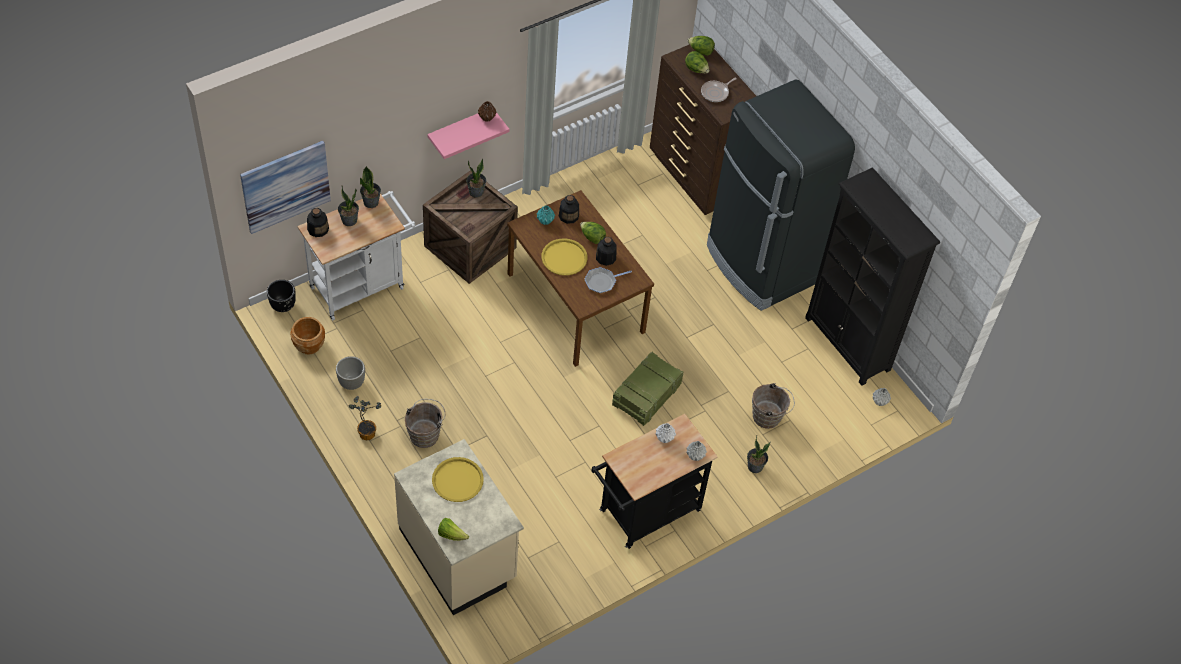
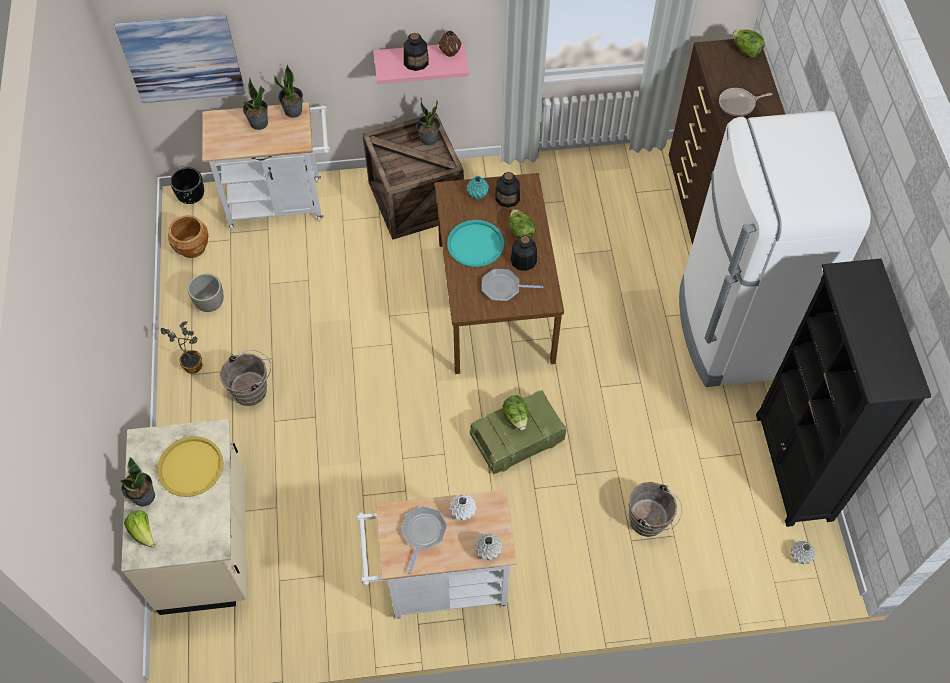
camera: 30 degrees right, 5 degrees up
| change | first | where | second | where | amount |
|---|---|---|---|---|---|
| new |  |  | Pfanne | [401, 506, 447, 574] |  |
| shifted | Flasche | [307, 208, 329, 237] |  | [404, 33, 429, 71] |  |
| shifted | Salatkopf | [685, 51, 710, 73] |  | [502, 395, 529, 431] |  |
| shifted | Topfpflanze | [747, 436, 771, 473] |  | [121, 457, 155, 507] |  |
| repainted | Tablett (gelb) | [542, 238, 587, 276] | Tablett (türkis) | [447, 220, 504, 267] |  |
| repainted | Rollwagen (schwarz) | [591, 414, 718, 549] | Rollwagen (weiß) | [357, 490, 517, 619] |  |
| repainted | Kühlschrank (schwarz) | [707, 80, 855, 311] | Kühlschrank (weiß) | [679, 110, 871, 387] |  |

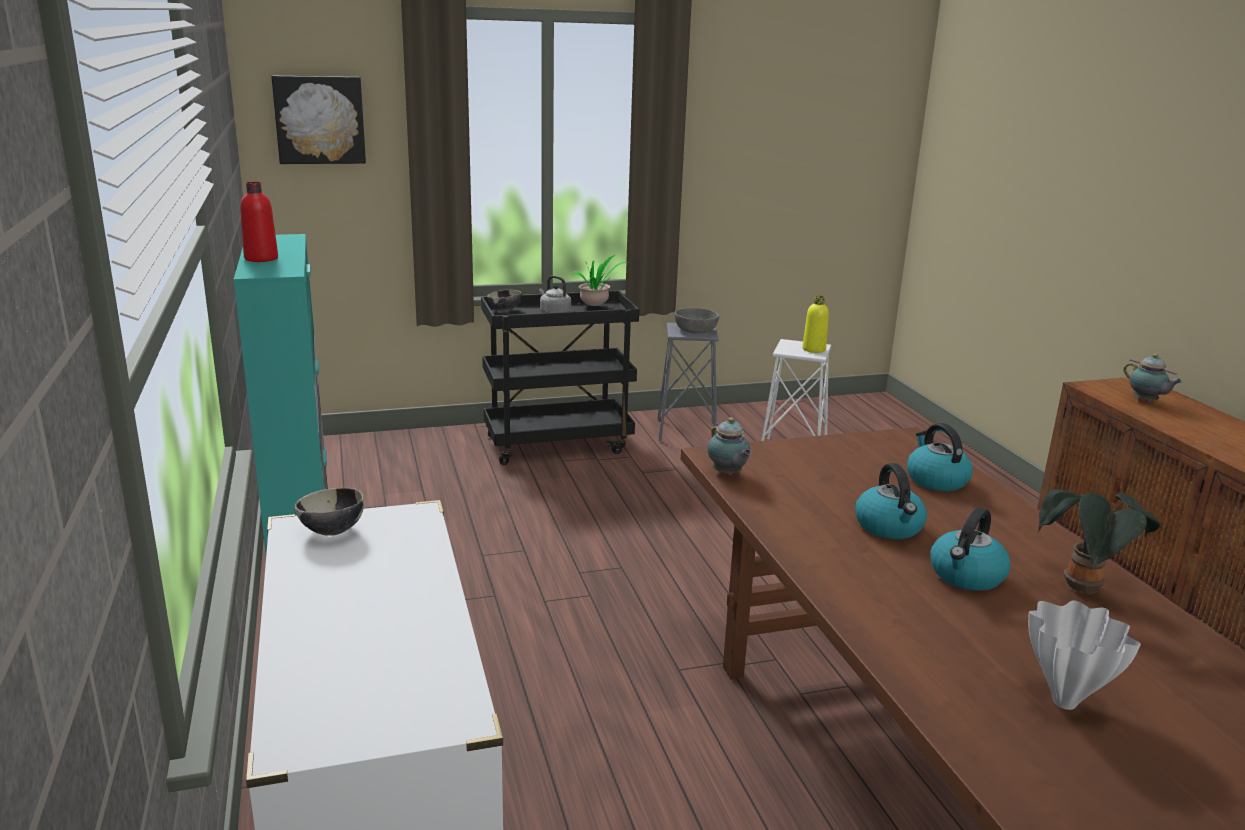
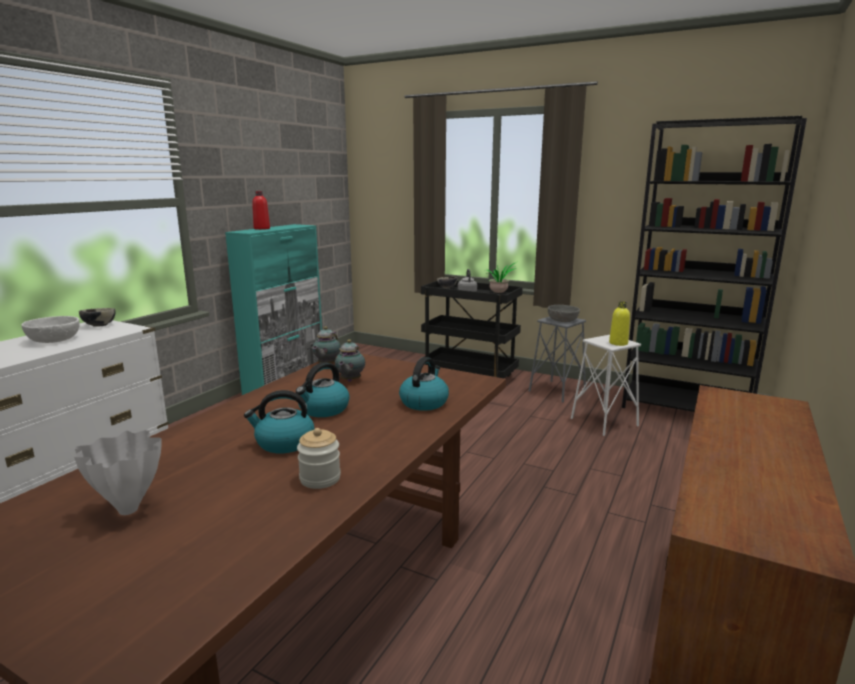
camera: 45 degrees right, 5 degrees down
| change | first | where | second | where | amount |
|---|---|---|---|---|---|
| gone | Bild | [272, 76, 366, 164] |  |  |  |
| new |  |  | Schüssel (weiß) | [21, 316, 80, 343] |  |
| new |  |  | Bücherregal (schwarz) | [622, 116, 807, 412] |  |
| shifted | Teekanne | [1123, 354, 1182, 403] |  | [335, 339, 365, 382] |  |
| swapped | Topfpflanze | [1038, 489, 1160, 594] | Vorratsglas | [297, 428, 341, 489] |  |

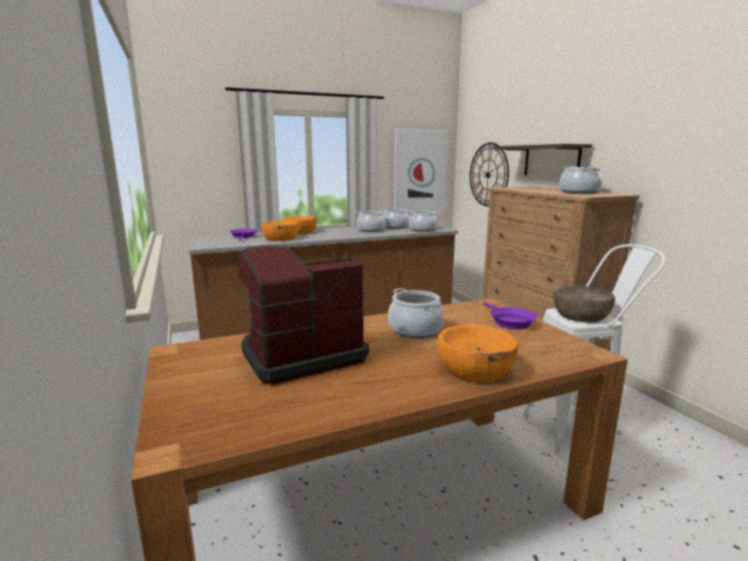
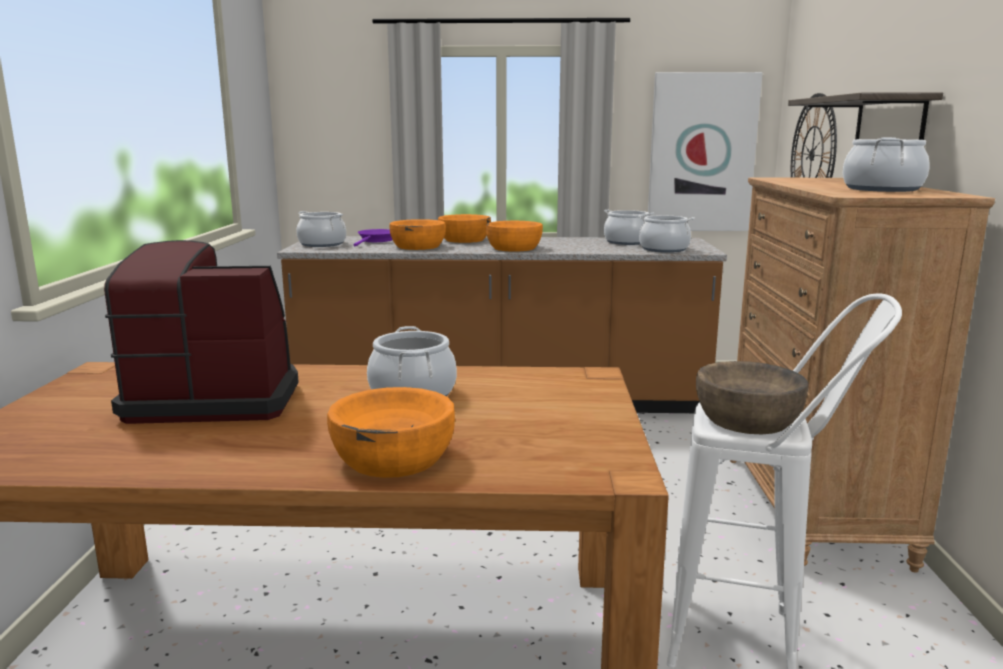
camera: 25 degrees right, 0 degrees up
| change | first | where | second | where | amount |
|---|---|---|---|---|---|
| gone | Pfanne (lila) | [483, 302, 537, 330] |  |  |  |
| new |  |  | Schüssel (orange) | [486, 221, 543, 252] |  |
| shifted | Kochtopf | [355, 211, 387, 232] |  | [296, 211, 346, 247] |  |

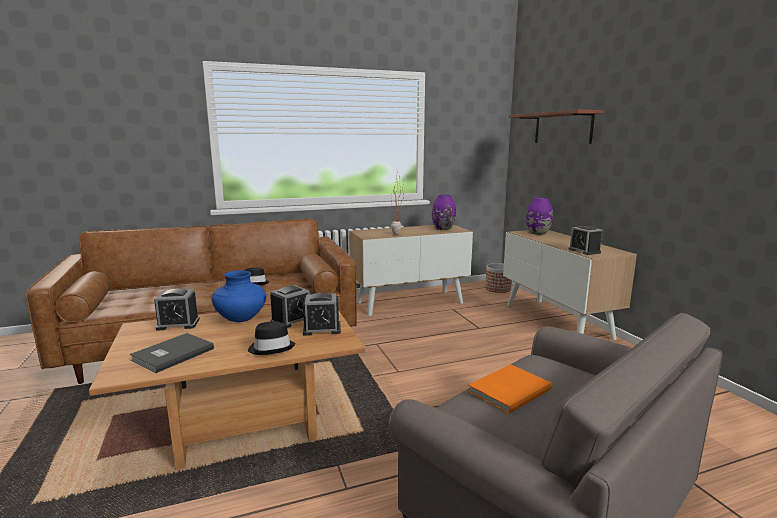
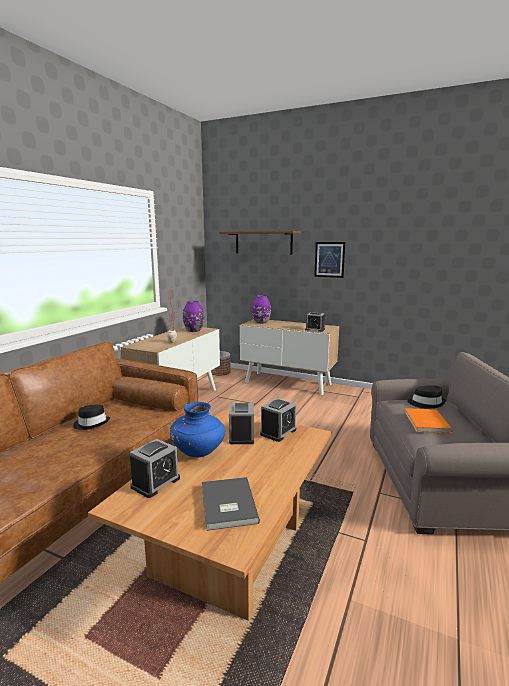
camera: 45 degrees left, 0 degrees up
| change | first | where | second | where | amount |
|---|---|---|---|---|---|
| new |  |  | Bild | [314, 242, 346, 278] |  |
| shifted | Hut (schwarz) | [248, 321, 296, 355] |  | [407, 385, 446, 408] |  |

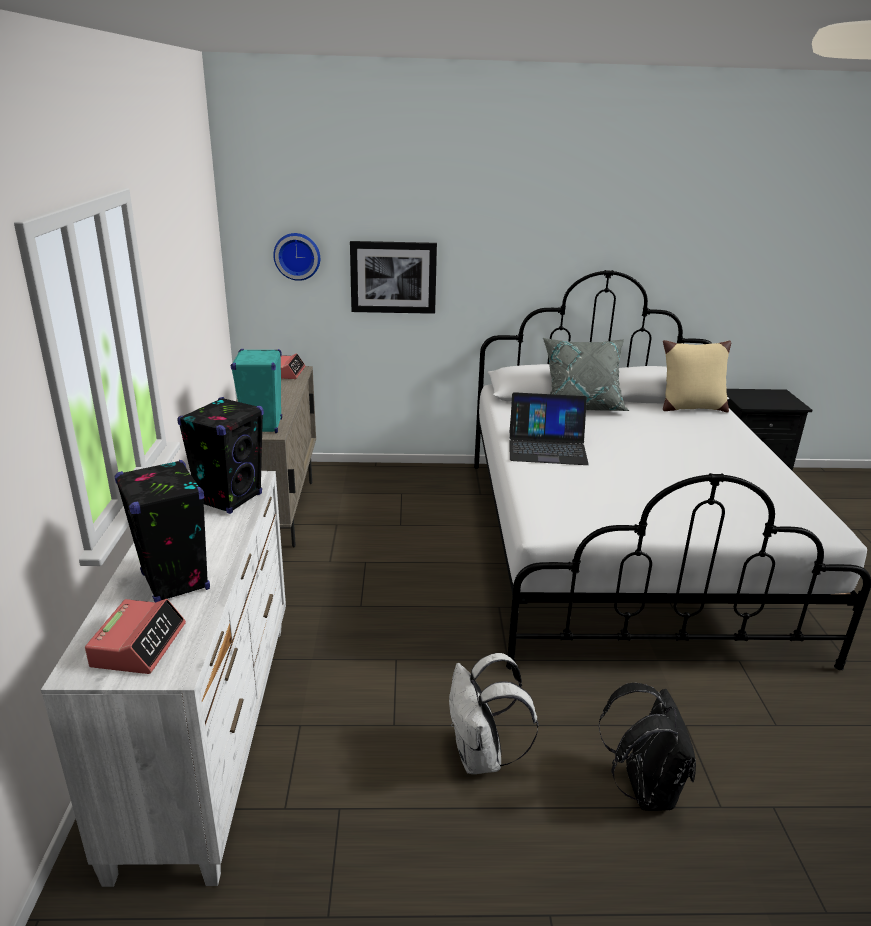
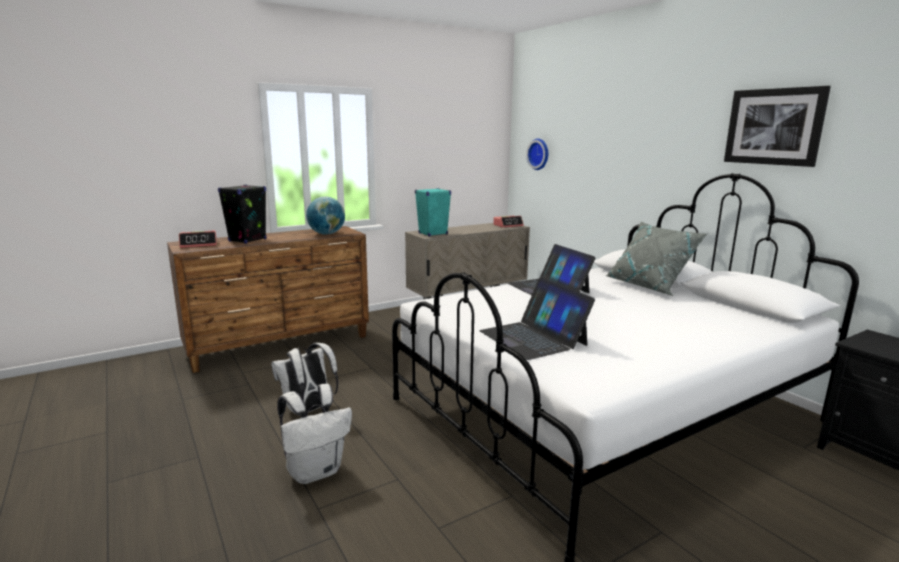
camera: 60 degrees right, 10 degrees down
| change | first | where | second | where | amount |
|---|---|---|---|---|---|
| gone | Kissen (beige) | [663, 340, 731, 412] |  |  |  |
| new |  |  | Laptop | [479, 277, 595, 360] |  |
| shifted | Bild | [350, 241, 437, 314] |  | [724, 86, 831, 167] |  |
| swapped | Lautsprecher (schwarz) | [177, 397, 264, 514] | Globus | [306, 196, 345, 235] |  |
| repainted | Kommode (weiß) | [41, 470, 286, 887] | Kommode (braun) | [167, 226, 369, 373] |  |
| repainted | Rucksack (schwarz) | [598, 683, 696, 811] | Rucksack (weiß) | [277, 384, 352, 484] |  |

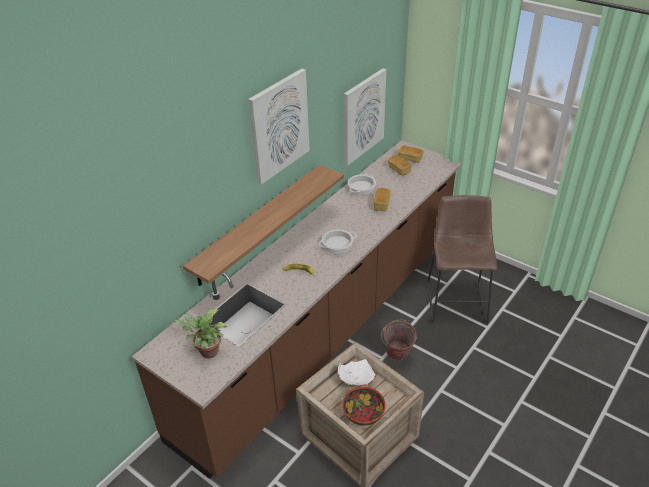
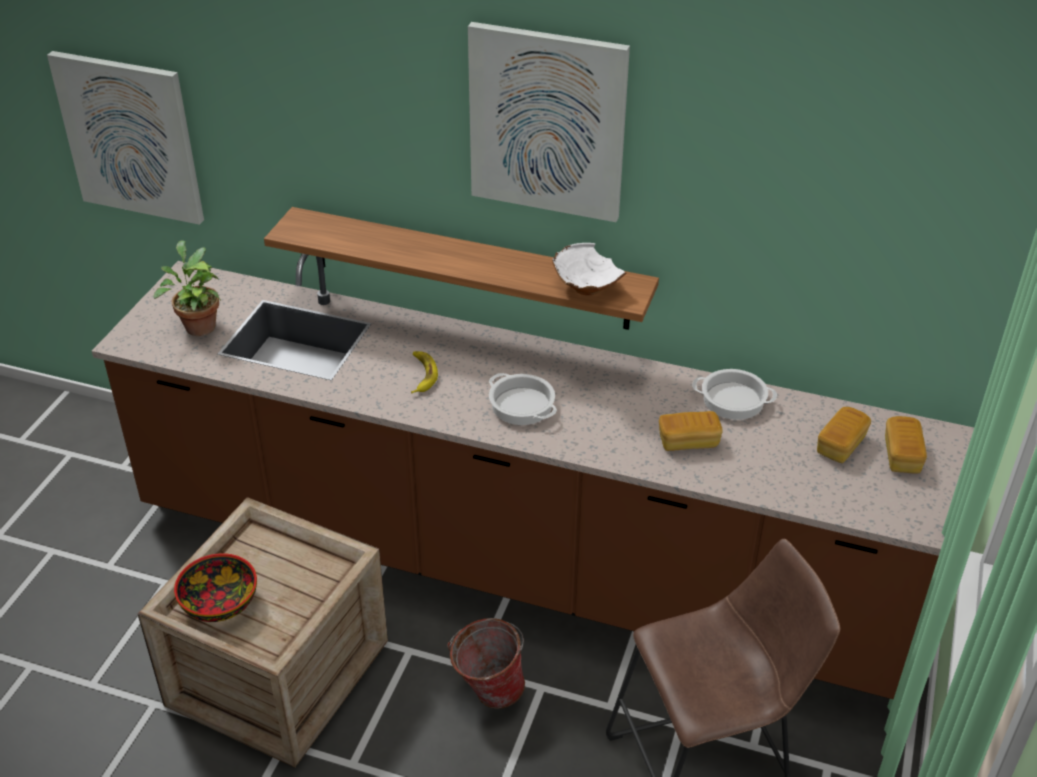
camera: 70 degrees right, 0 degrees up
| change | first | where | second | where | amount |
|---|---|---|---|---|---|
| shifted | Schüssel (weiß) | [338, 359, 377, 386] |  | [552, 243, 626, 295] |  |
| shifted | Bild | [344, 68, 387, 166] |  | [47, 51, 204, 225] |  |

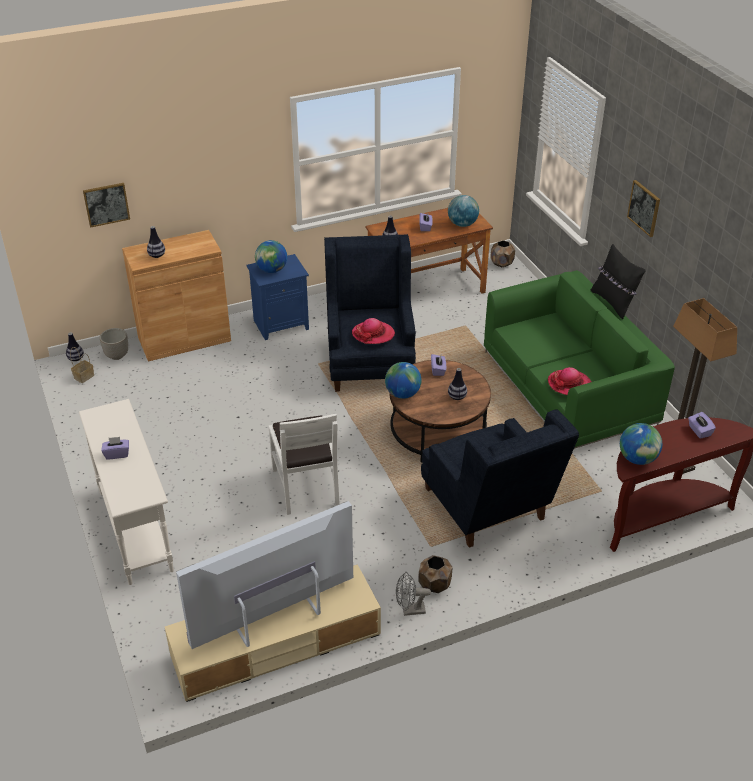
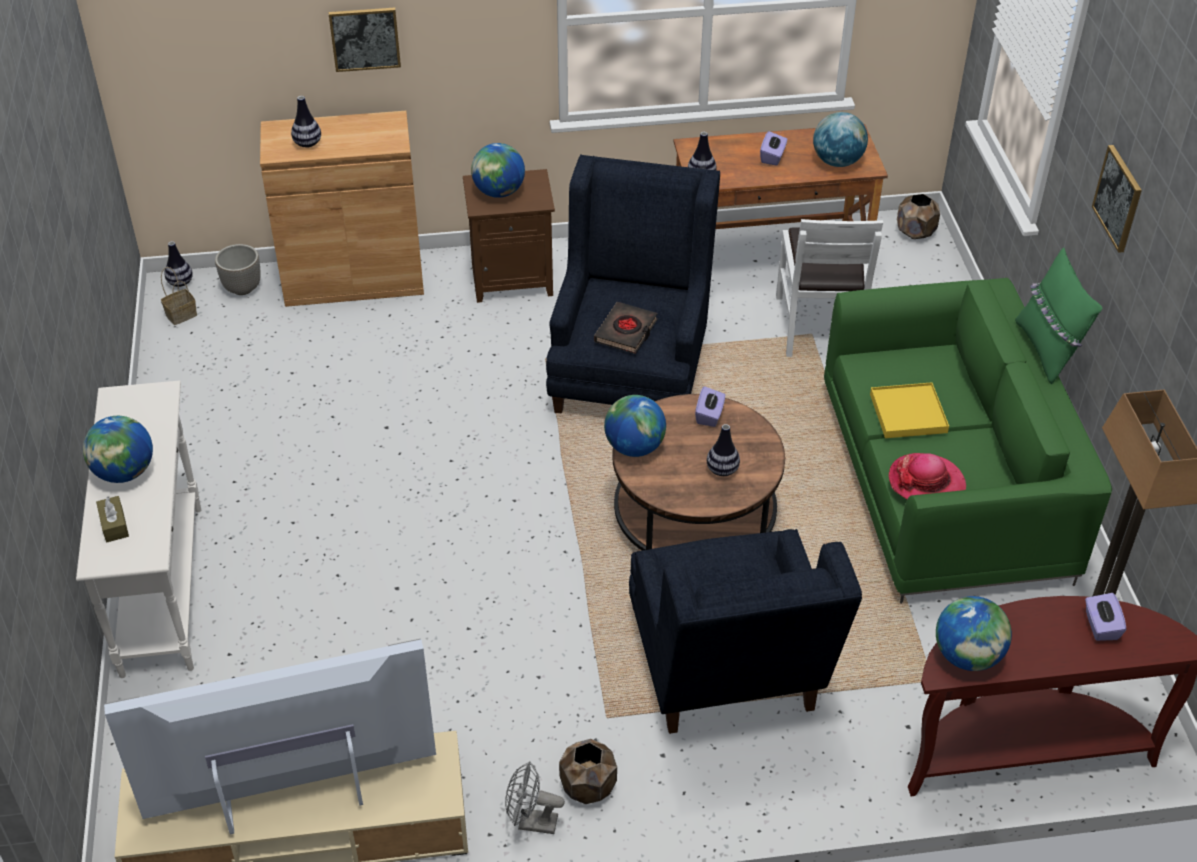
camera: 15 degrees right, 5 degrees up
| change | first | where | second | where | amount |
|---|---|---|---|---|---|
| new |  |  | Taschentuchbox (braun) | [96, 496, 129, 542] |  |
| new |  |  | Tablett (gelb) | [870, 382, 949, 438] |  |
| shifted | Bild | [83, 183, 130, 228] |  | [329, 8, 401, 72] |  |
| shifted | Stuhl (weiß) | [269, 414, 340, 515] |  | [776, 219, 883, 357] |  |
| swapped | Taschentuchbox (lila) | [101, 437, 129, 460] | Globus | [83, 416, 153, 483] |  |
| swapped | Hut | [352, 318, 395, 344] | Buch (schwarz) | [594, 302, 658, 354] |  |
| repainted | Nachttisch (blau) | [246, 254, 309, 340] | Nachttisch (braun) | [463, 169, 555, 303] |  |
| repainted | Kissen (schwarz) | [590, 244, 646, 319] | Kissen (grün) | [1015, 248, 1103, 384] |  |

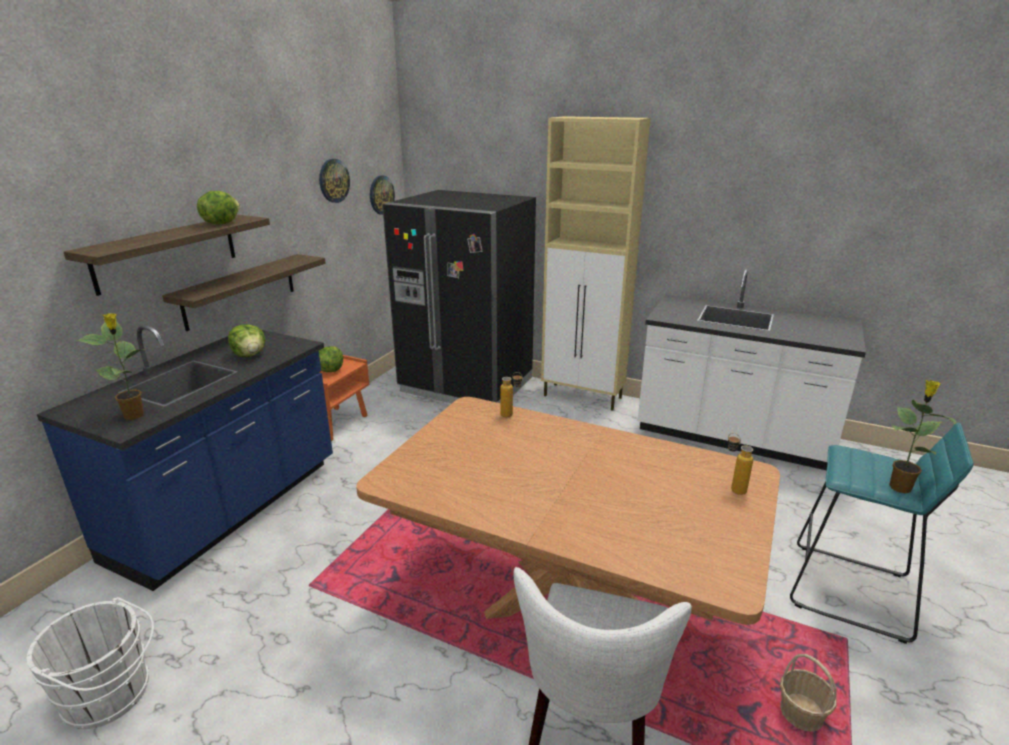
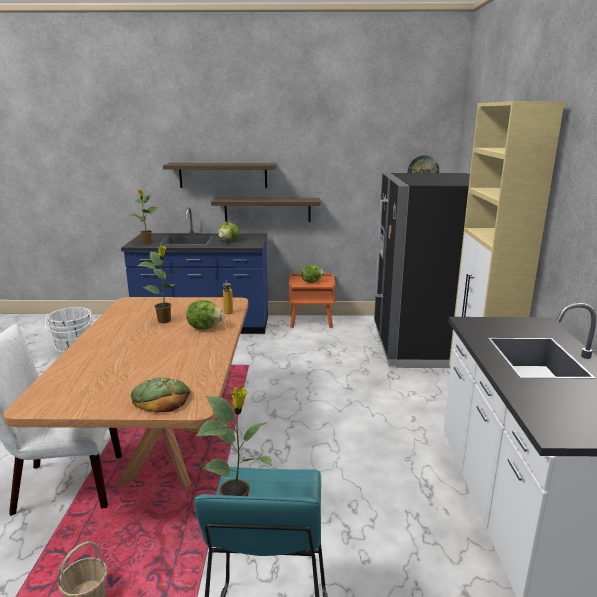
camera: 65 degrees right, 5 degrees down
| change | first | where | second | where | amount |
|---|---|---|---|---|---|
| gone | Wanduhr | [319, 159, 350, 203] |  |  |  |
| new |  |  | Topfpflanze | [138, 246, 178, 323] |  |
| shifted | Salatkopf | [197, 191, 240, 225] |  | [186, 300, 224, 330] |  |
| swapped | Flasche | [728, 433, 753, 495] | Brot | [131, 377, 191, 413] |  |

